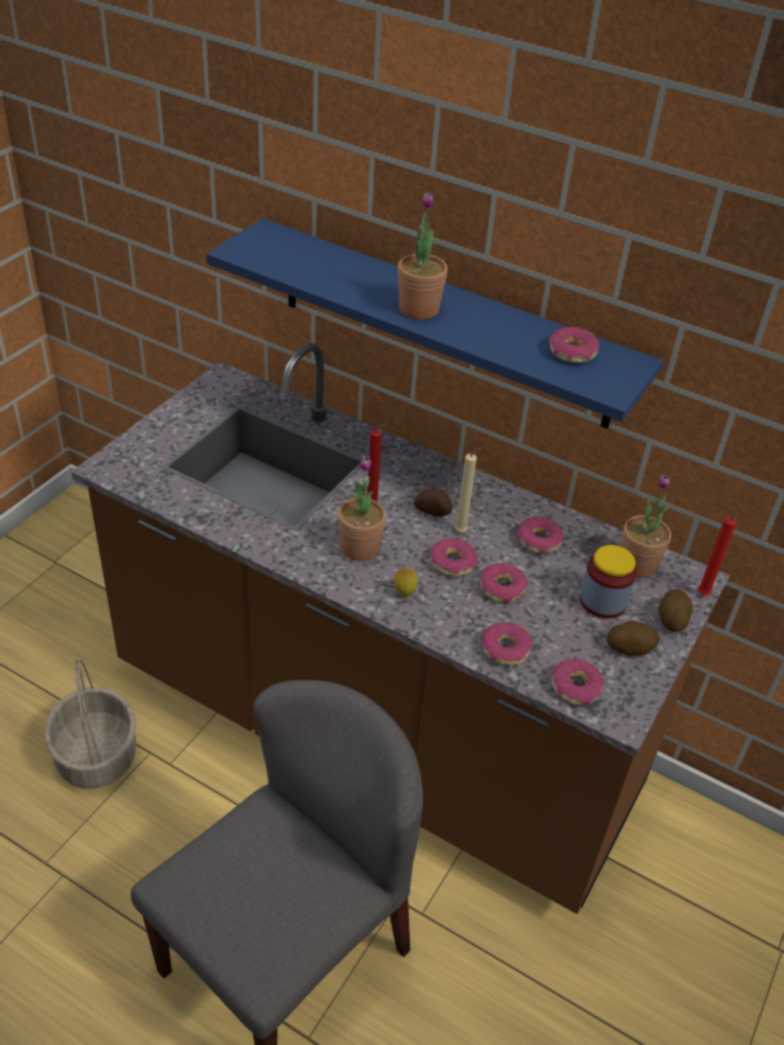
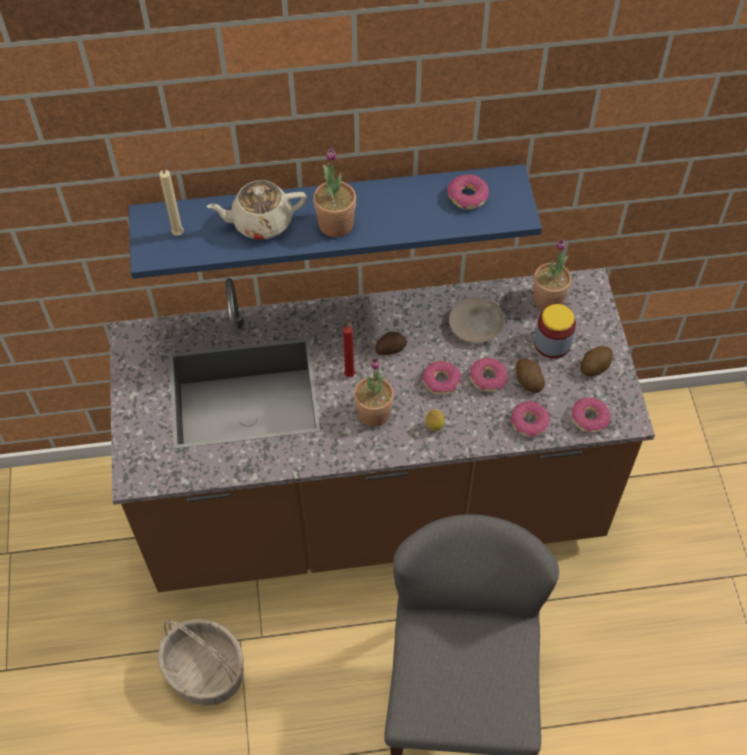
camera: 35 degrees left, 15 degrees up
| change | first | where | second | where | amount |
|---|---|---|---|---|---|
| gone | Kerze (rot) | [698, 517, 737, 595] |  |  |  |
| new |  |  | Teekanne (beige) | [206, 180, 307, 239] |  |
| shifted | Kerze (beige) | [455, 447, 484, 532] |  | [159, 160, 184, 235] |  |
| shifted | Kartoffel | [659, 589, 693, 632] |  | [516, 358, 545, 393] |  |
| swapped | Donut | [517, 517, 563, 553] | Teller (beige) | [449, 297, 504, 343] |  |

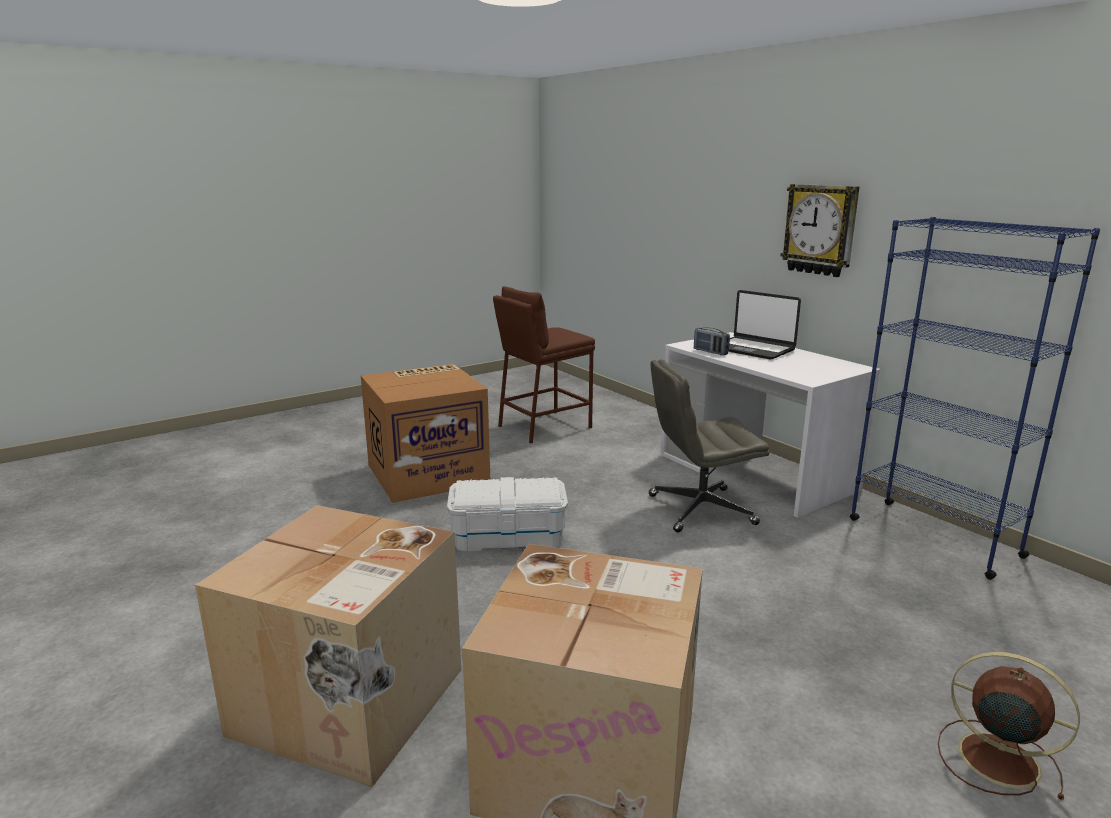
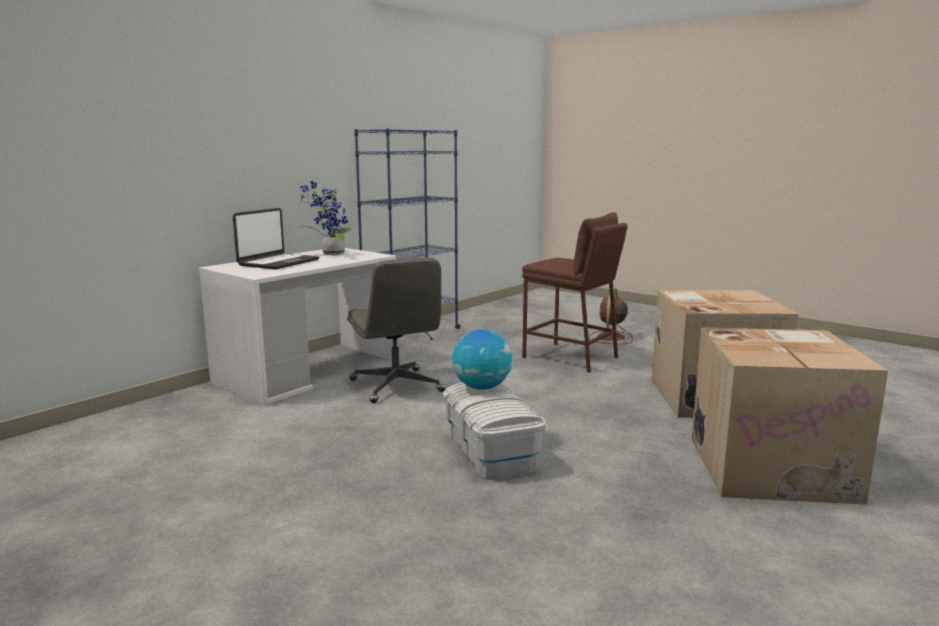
camera: 105 degrees left, 5 degrees down
| change | first | where | second | where | amount |
|---|---|---|---|---|---|
| gone | Karton | [361, 364, 490, 503] |  |  |  |
| gone | Radio | [694, 327, 730, 355] |  |  |  |
| gone | Wanduhr | [781, 184, 859, 277] |  |  |  |
| new |  |  | Topfpflanze | [299, 181, 352, 255] |  |
| new |  |  | Globus | [452, 329, 512, 390] |  |
| shifted | Hocker (braun) | [493, 286, 595, 444] |  | [522, 212, 628, 373] |  |

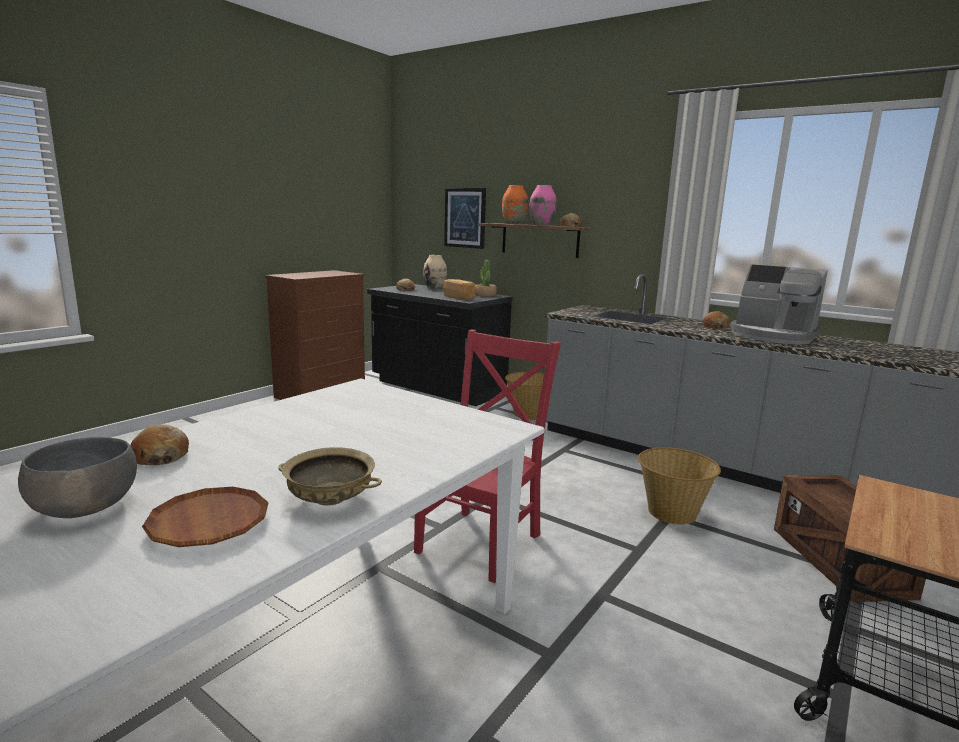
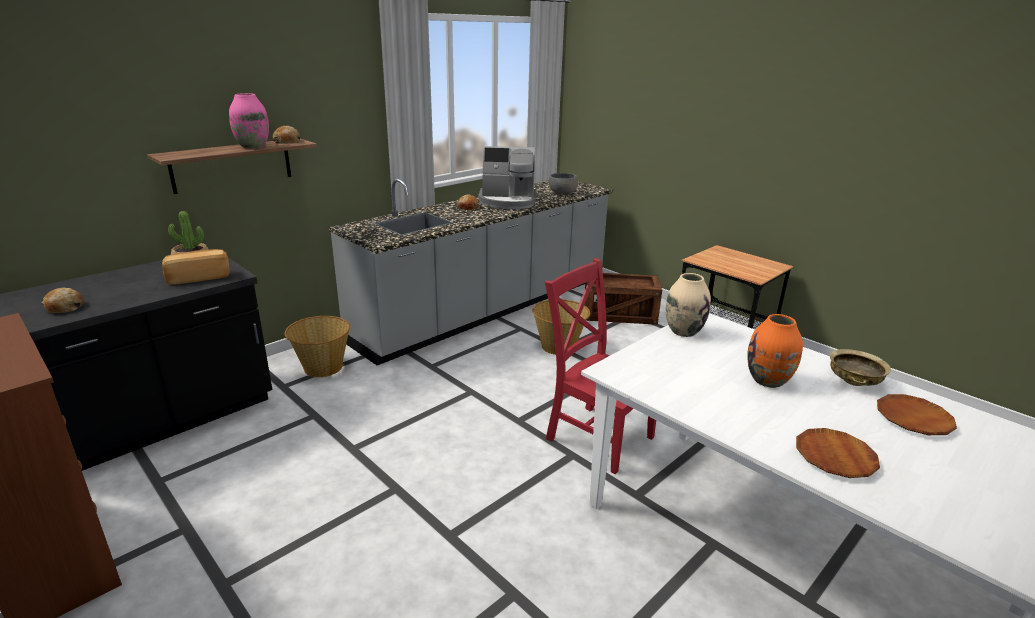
camera: 80 degrees left, 10 degrees up
| change | first | where | second | where | amount |
|---|---|---|---|---|---|
| gone | Bild | [444, 188, 486, 249] |  |  |  |
| shifted | Schüssel (grau) | [18, 437, 137, 518] |  | [549, 173, 578, 195] |  |
| shifted | Vase (beige) | [423, 255, 447, 290] |  | [666, 273, 711, 337] |  |
| shifted | Vase (orange) | [502, 185, 528, 224] |  | [747, 314, 803, 388] |  |
| swapped | Brot | [130, 424, 189, 465] | Teller (braun) | [796, 428, 880, 478] |  |
| rotated | Kaffeemaschine | [730, 264, 828, 345] |  | [478, 146, 536, 209] | 45 degrees clockwise |

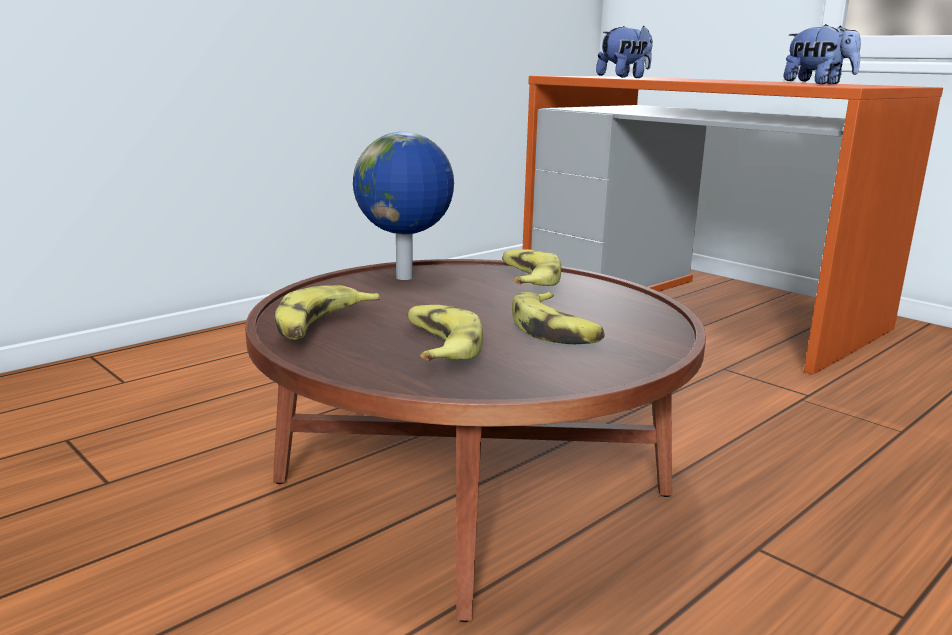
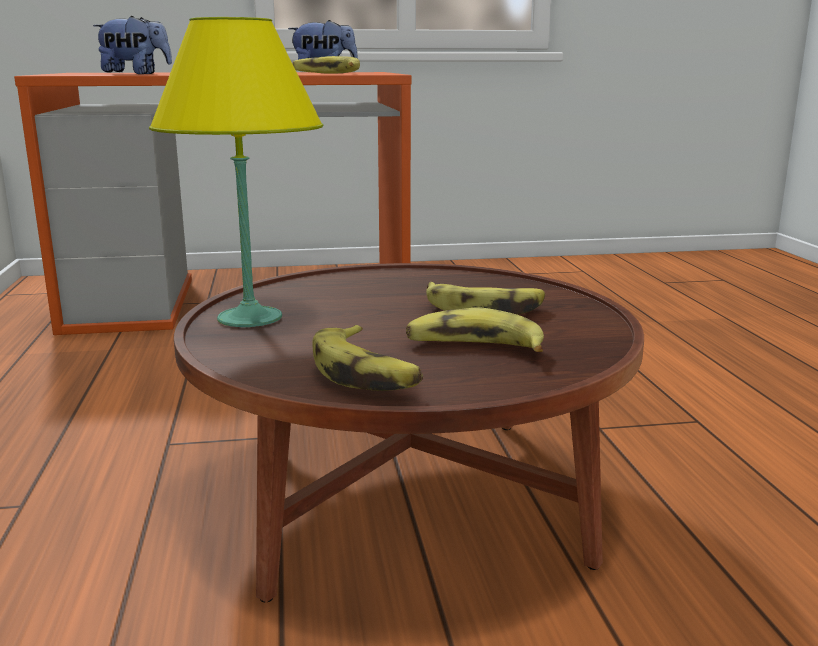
camera: 55 degrees left, 0 degrees up
| change | first | where | second | where | amount |
|---|---|---|---|---|---|
| shifted | Banane | [502, 249, 561, 286] |  | [292, 56, 360, 74] |  |
| swapped | Globus | [353, 132, 454, 280] | Tischlampe (gelb) | [149, 17, 323, 327] |  |
| rotated | Plüschtier | [596, 25, 653, 78] |  | [93, 15, 172, 74] | 90 degrees clockwise |

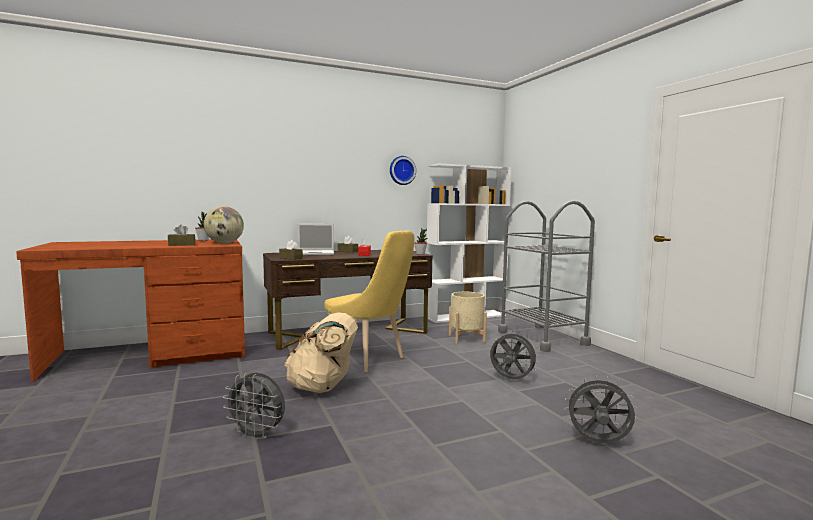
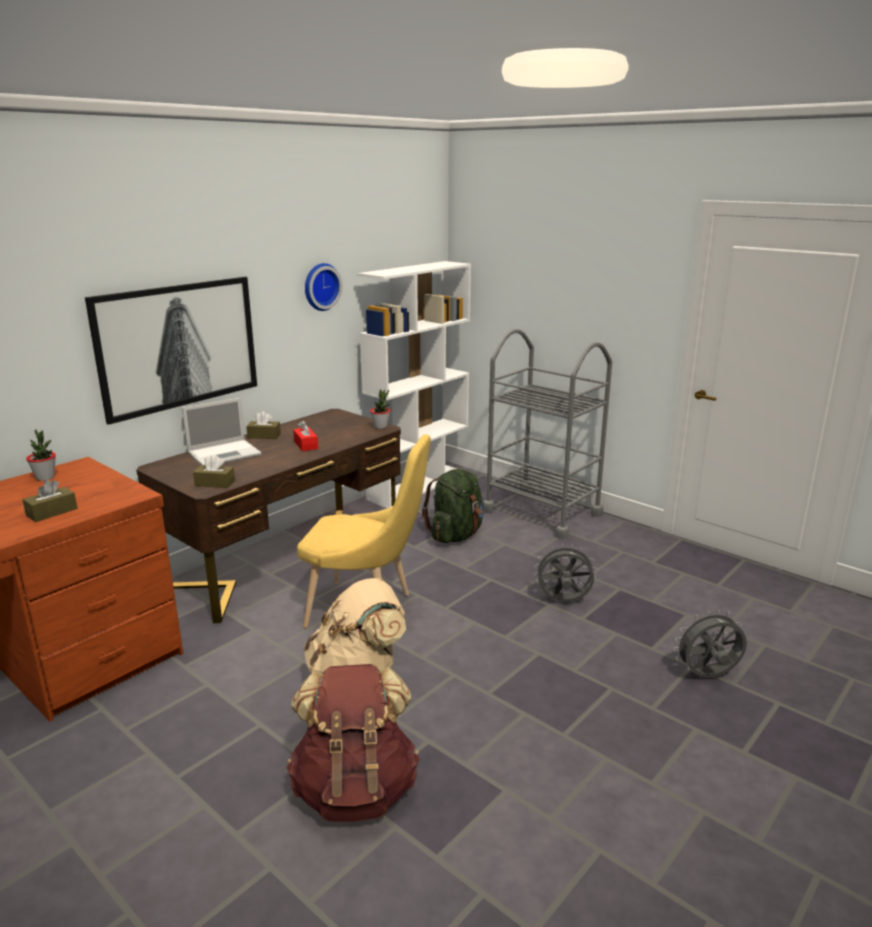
camera: 25 degrees left, 15 degrees up
| change | first | where | second | where | amount |
|---|---|---|---|---|---|
| gone | Globus | [204, 206, 244, 244] |  |  |  |
| new |  |  | Bild | [85, 277, 257, 425] |  |
| swapped | Ventilator (grau) | [223, 373, 285, 440] | Rucksack (braun) | [286, 664, 420, 822] |  |
| swapped | Pflanzkübel (beige) | [449, 292, 487, 344] | Rucksack (grün) | [422, 469, 483, 543] |  |

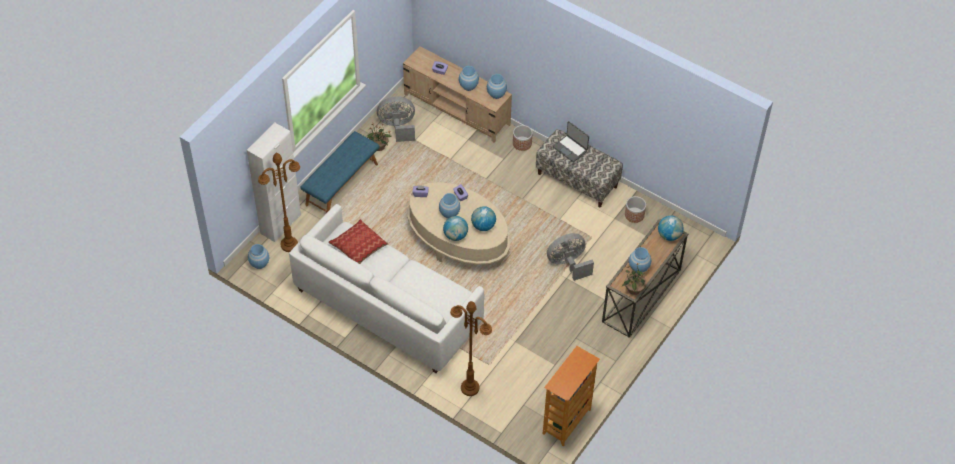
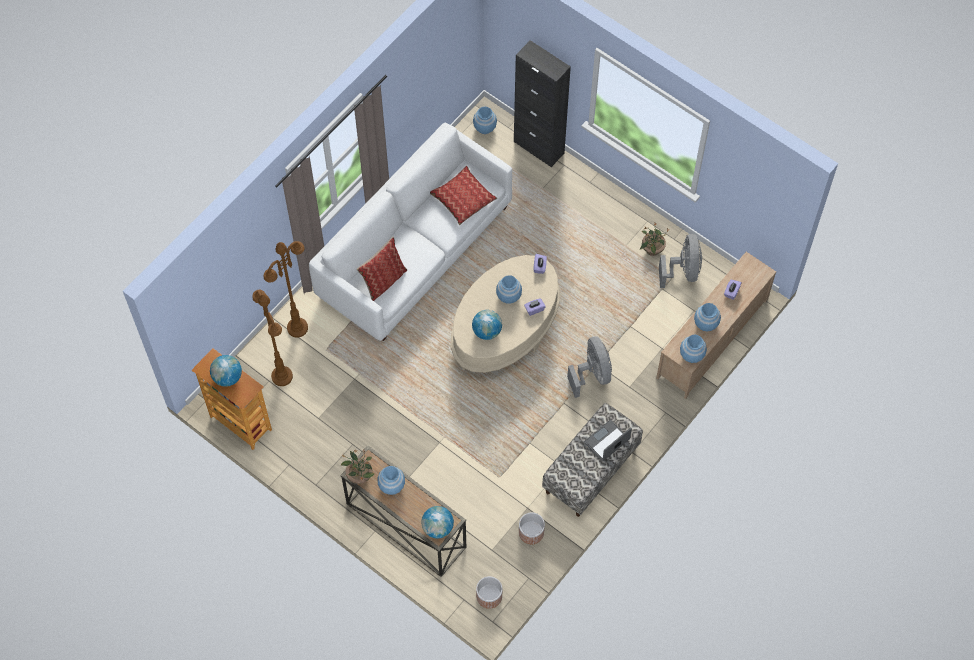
camera: 95 degrees right, 10 degrees up
| change | first | where | second | where | amount |
|---|---|---|---|---|---|
| gone | Bank (blau) | [301, 131, 380, 213] |  |  |  |
| new |  |  | Kissen | [357, 237, 407, 301] |  |
| shifted | Stehlampe (braun) | [258, 152, 300, 252] |  | [252, 290, 293, 386] |  |
| shifted | Globus | [443, 216, 468, 241] |  | [210, 355, 242, 387] |  |
| shifted | Pflanzkübel | [513, 125, 533, 151] |  | [476, 576, 502, 609] |  |
| shifted | Ventilator (grau) | [547, 233, 594, 281] |  | [567, 336, 612, 398] |  |
| repainted | Schrank (weiß) | [247, 123, 301, 242] | Schrank (schwarz) | [514, 40, 571, 167] |  |

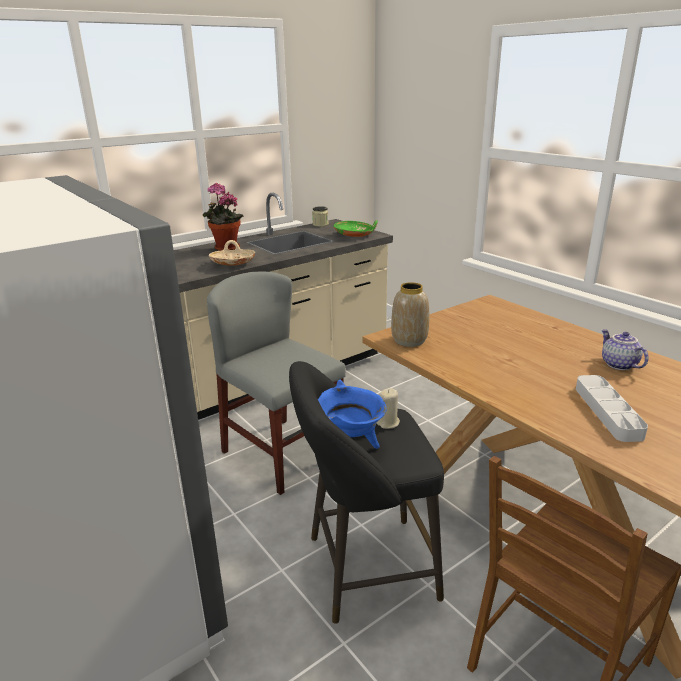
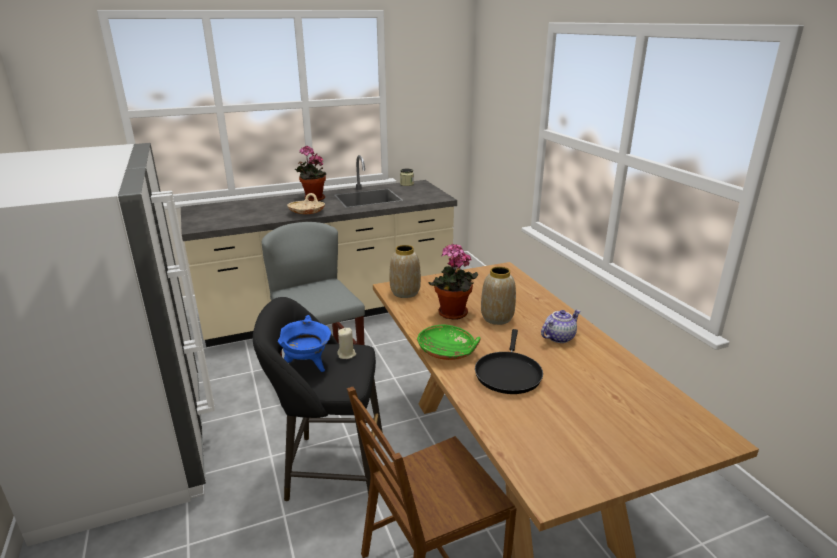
camera: 15 degrees right, 0 degrees up
| change | first | where | second | where | amount |
|---|---|---|---|---|---|
| new |  |  | Topfpflanze | [428, 244, 478, 320] |  |
| new |  |  | Vase | [481, 267, 516, 325] |  |
| shifted | Schüssel (grün) | [333, 220, 378, 237] |  | [417, 325, 480, 360] |  |
| swapped | Tablett (grau) | [576, 375, 648, 442] | Pfanne (schwarz) | [475, 329, 543, 394] |  |
| rotated | Teekanne | [602, 329, 648, 370] |  | [541, 310, 581, 343] | 60 degrees clockwise |

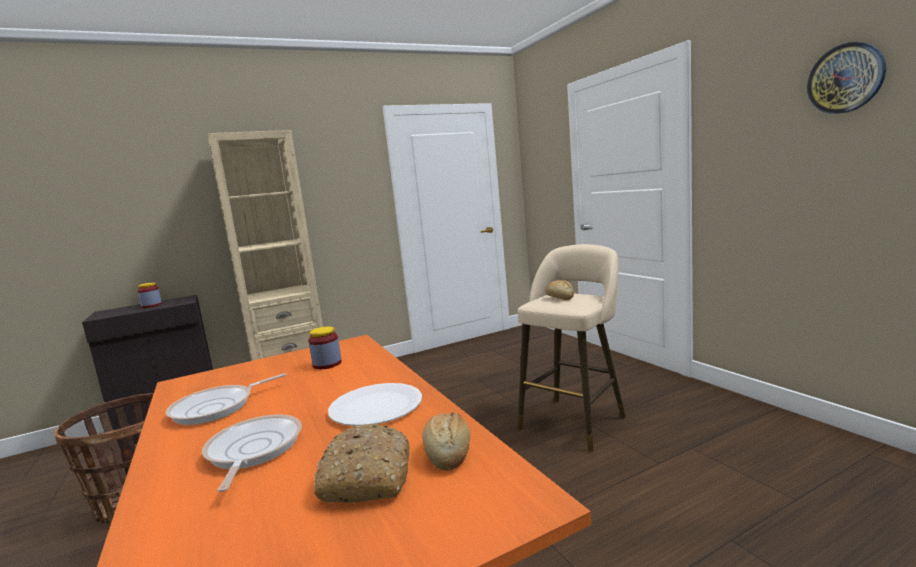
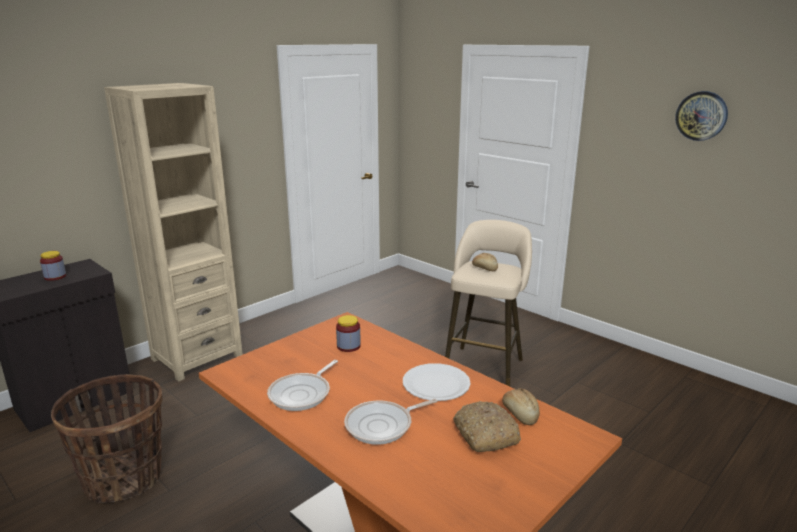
camera: 20 degrees left, 10 degrees up
| change | first | where | second | where | amount |
|---|---|---|---|---|---|
| rotated | Pfanne | [202, 414, 302, 492] |  | [344, 399, 438, 445] | 90 degrees counterclockwise |

